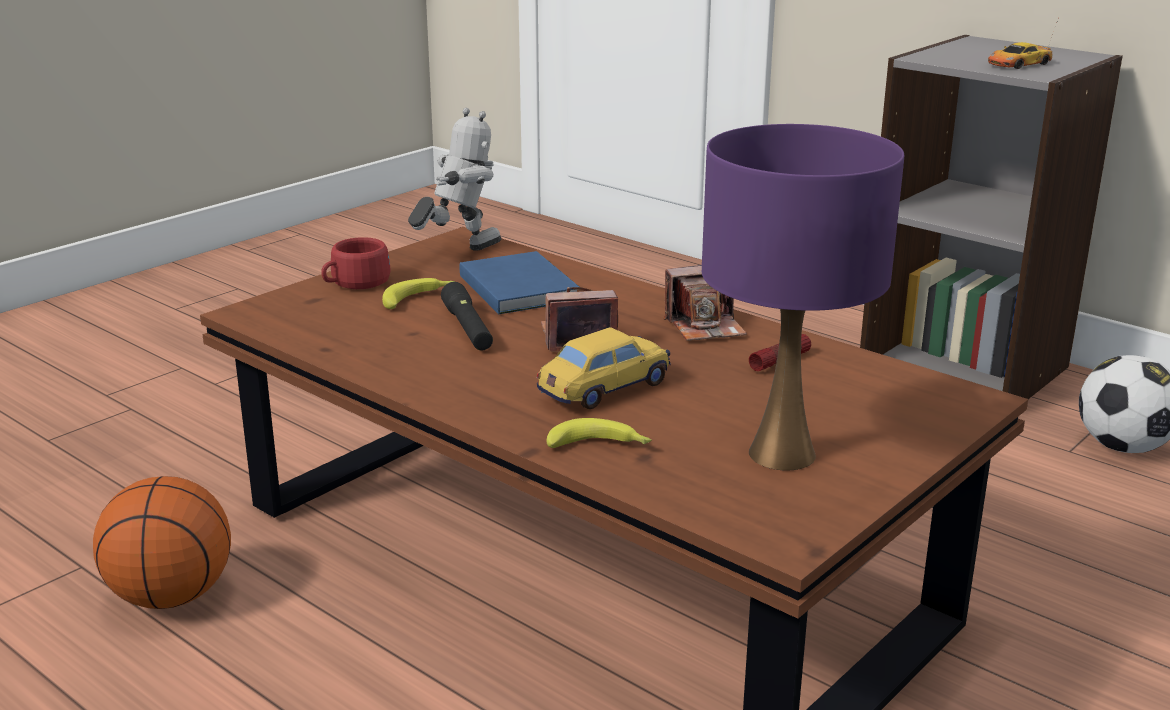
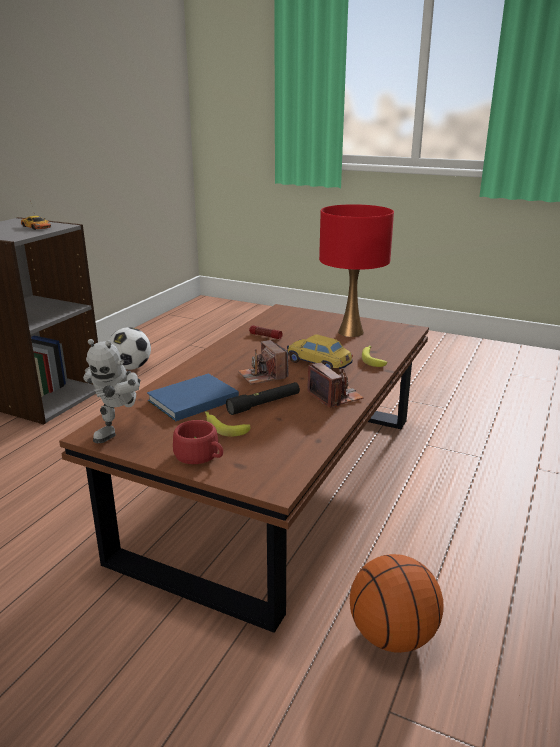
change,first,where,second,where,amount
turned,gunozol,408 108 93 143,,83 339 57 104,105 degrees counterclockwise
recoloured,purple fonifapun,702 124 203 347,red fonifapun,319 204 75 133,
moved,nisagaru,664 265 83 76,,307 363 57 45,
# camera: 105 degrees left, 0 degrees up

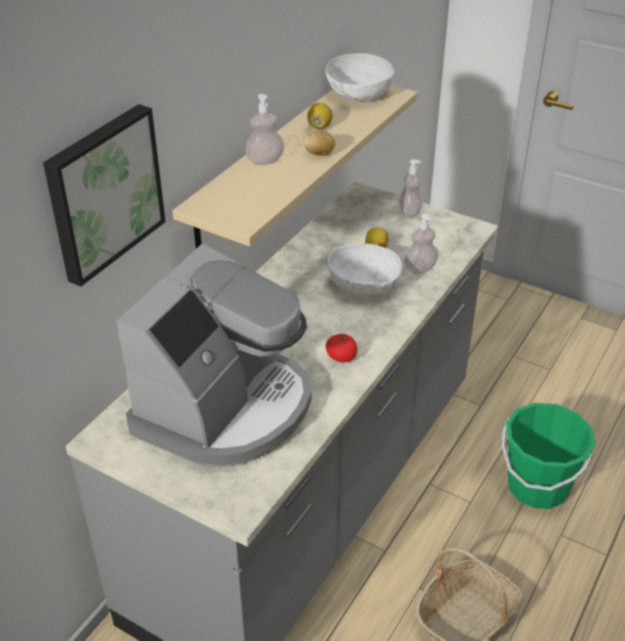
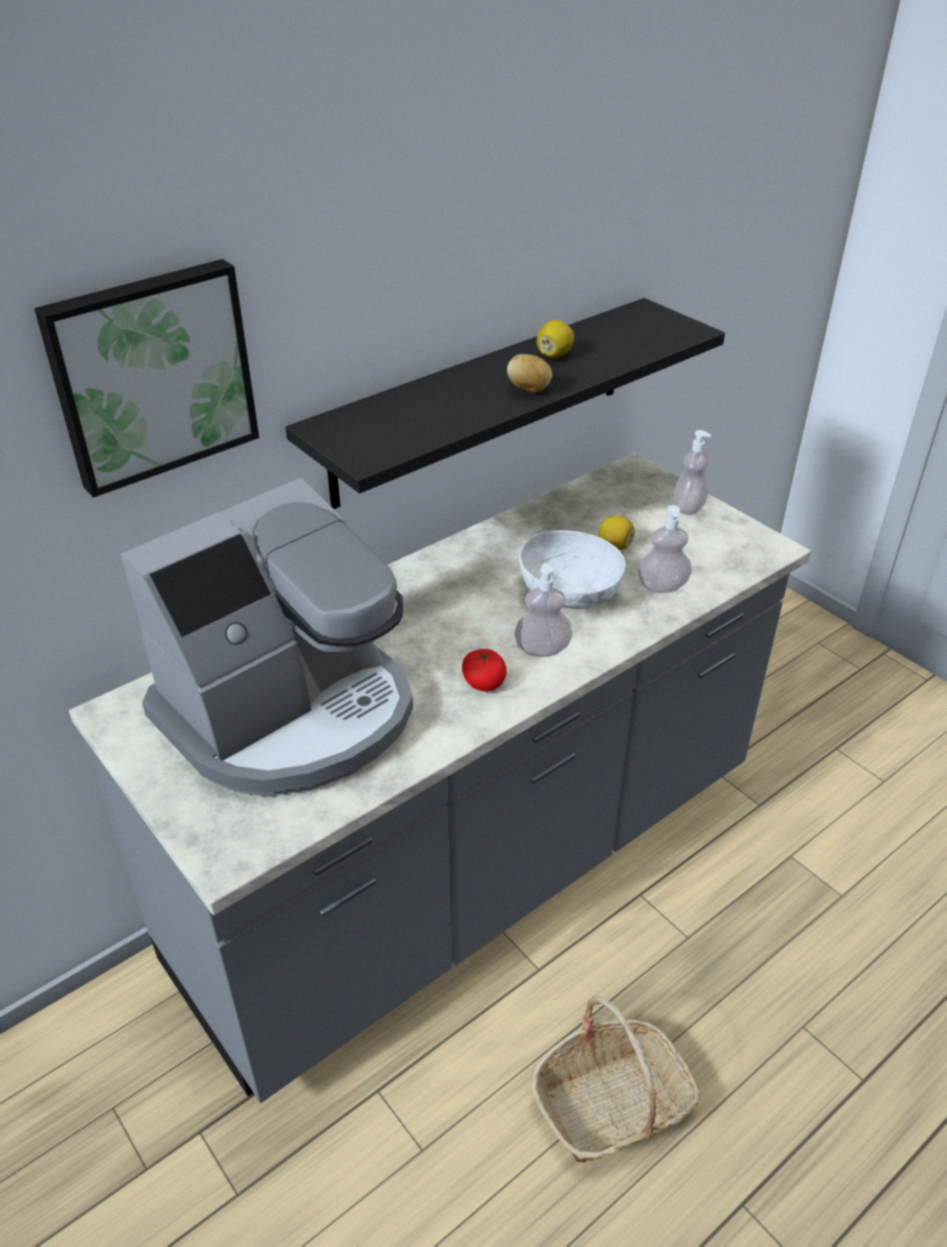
change,first,where,second,where,amount
removed,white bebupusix,326 54 68 48,,,
recoloured,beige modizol,172 85 246 164,black modizol,285 298 440 211,
moved,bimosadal,245 94 39 71,,515 563 57 94,
removed,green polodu,502 403 94 106,,,
# camera: 20 degrees right, 0 degrees up

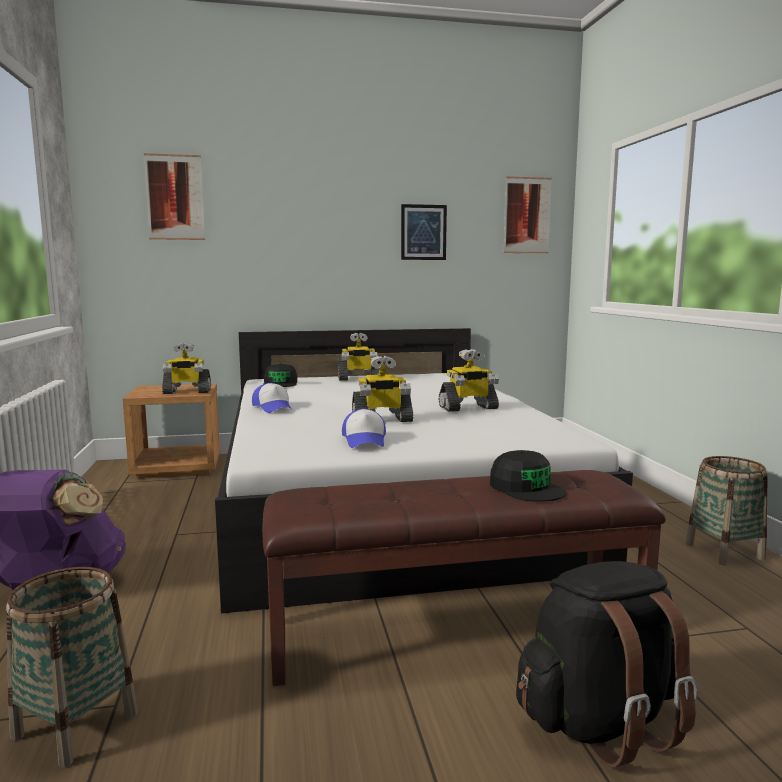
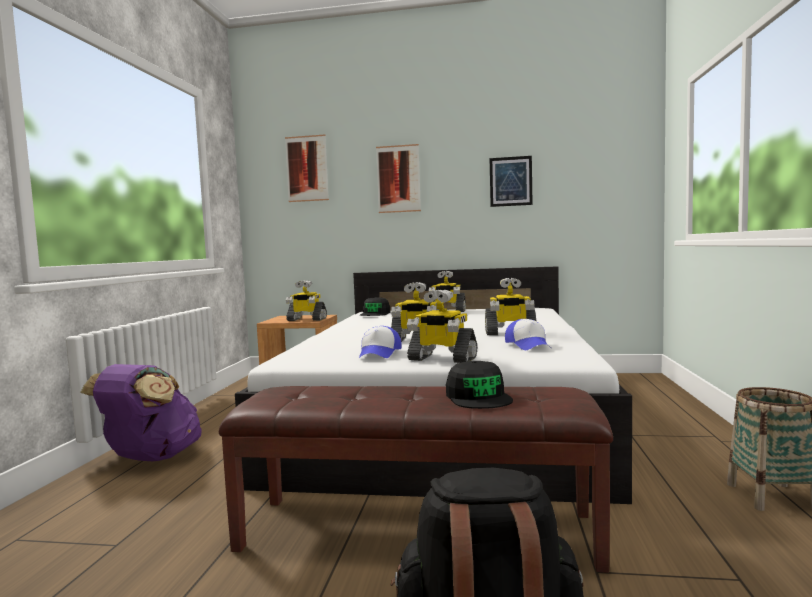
change,first,where,second,where,amount
moved,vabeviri,503 176 49 77,,376 144 45 69,
moved,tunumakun,252 383 40 30,,505 319 46 31,
removed,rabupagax,6 567 132 201,,,
added,,,gunozol,407 290 70 73,
# camera: 20 degrees right, 5 degrees down

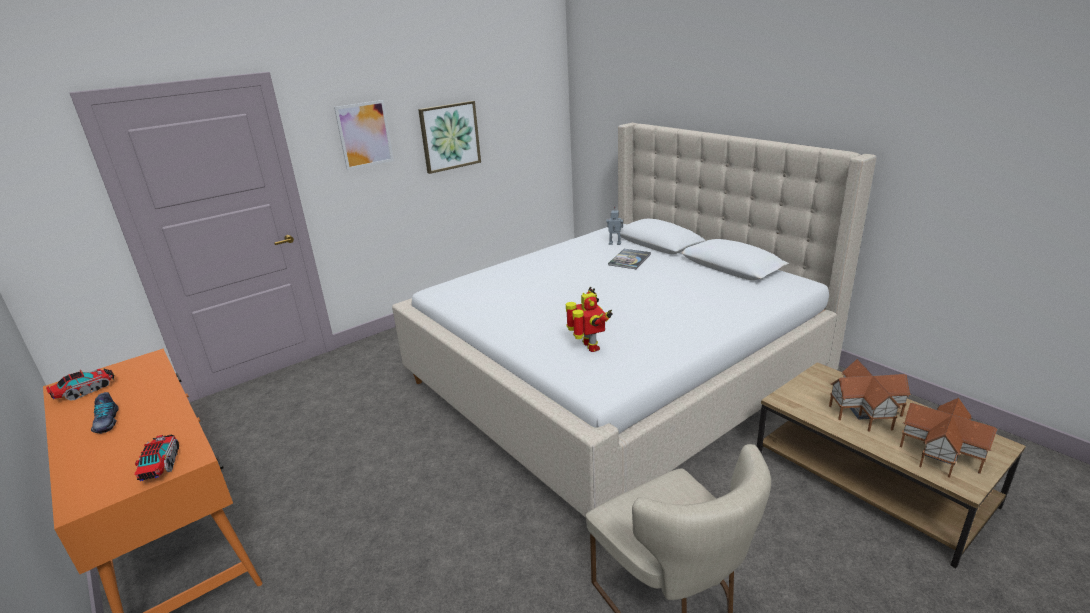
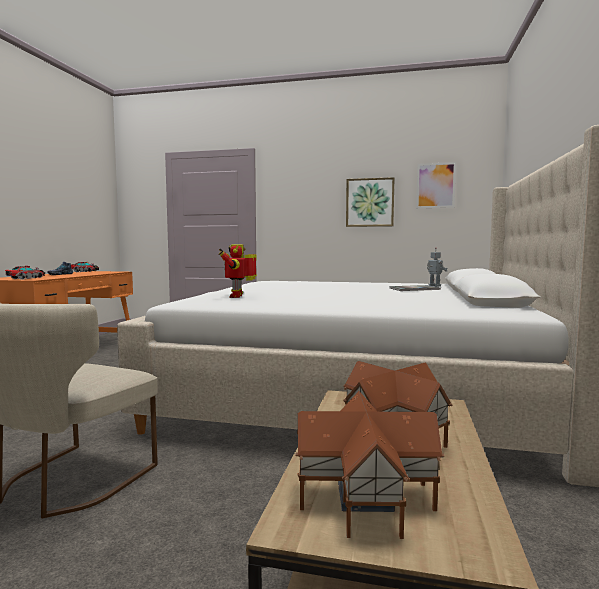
change,first,where,second,where,amount
moved,vabeviri,334 100 60 70,,416 162 40 46,
turned,gunozol,566 287 46 65,,218 245 39 53,150 degrees clockwise
# camera: 50 degrees right, 20 degrees down

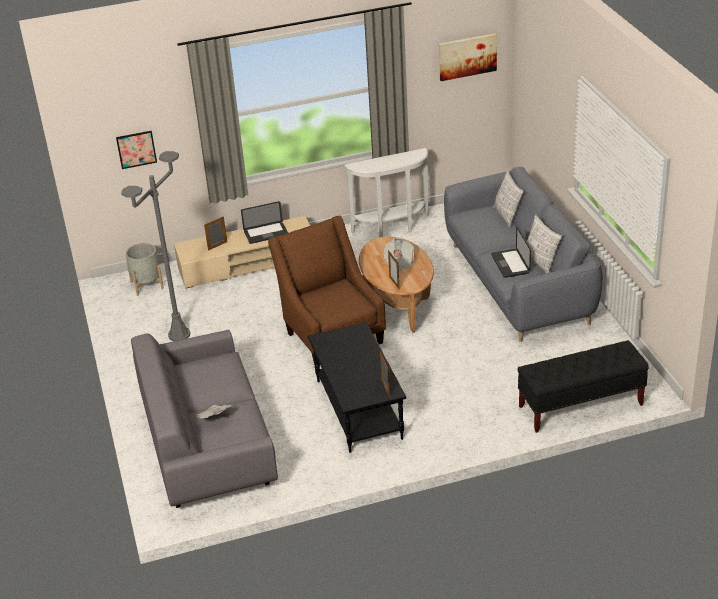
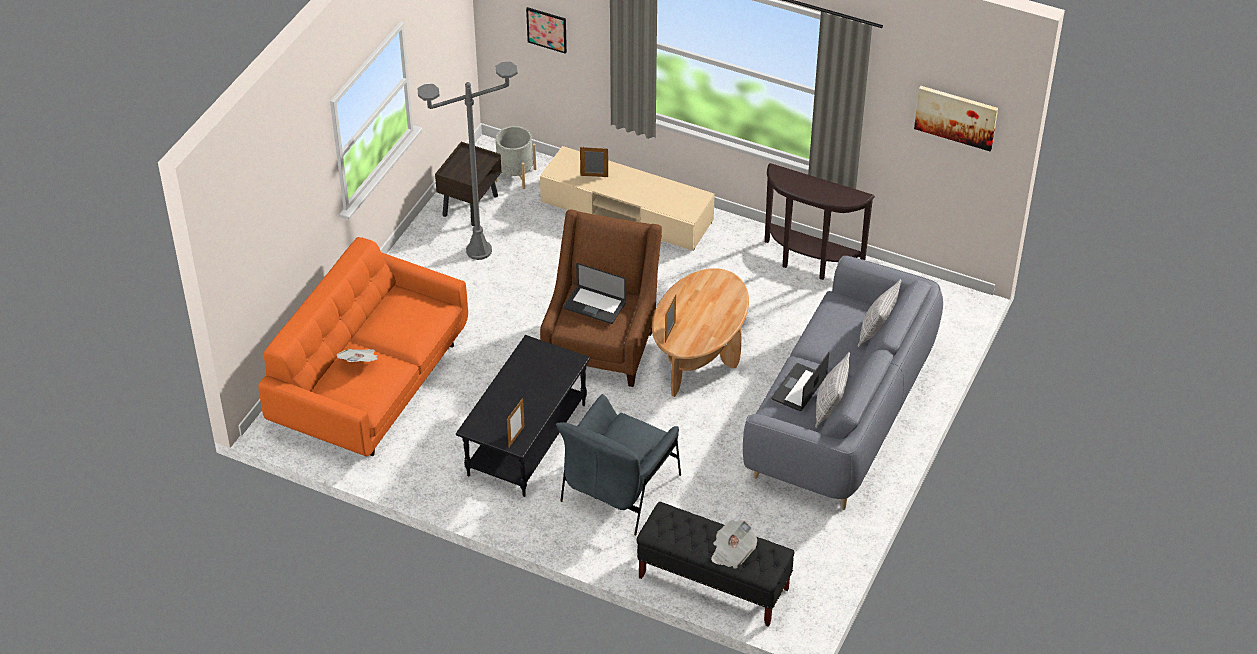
change,first,where,second,where,amount
recoloured,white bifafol,345 148 84 89,brown bifafol,765 163 110 117,
moved,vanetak,241 201 47 43,,564 263 62 61,
moved,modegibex,383 238 32 33,,711 520 46 48,
recoloured,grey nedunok,131 330 147 178,orange nedunok,258 237 210 220,
added,,,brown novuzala,435 142 66 84,
added,,,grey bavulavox,556 394 125 142,
# camera: 40 degrees right, 10 degrees up

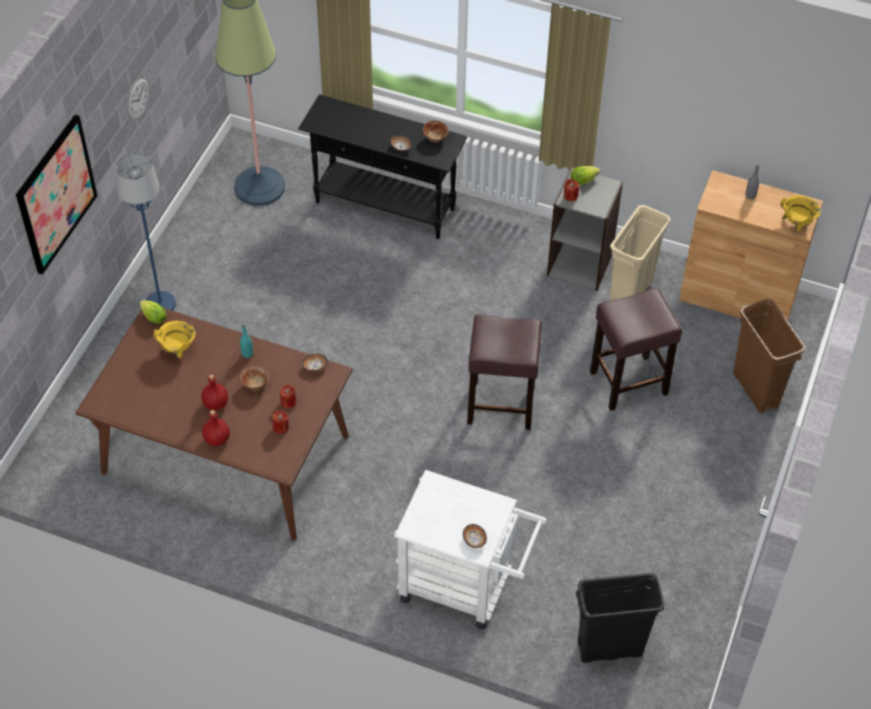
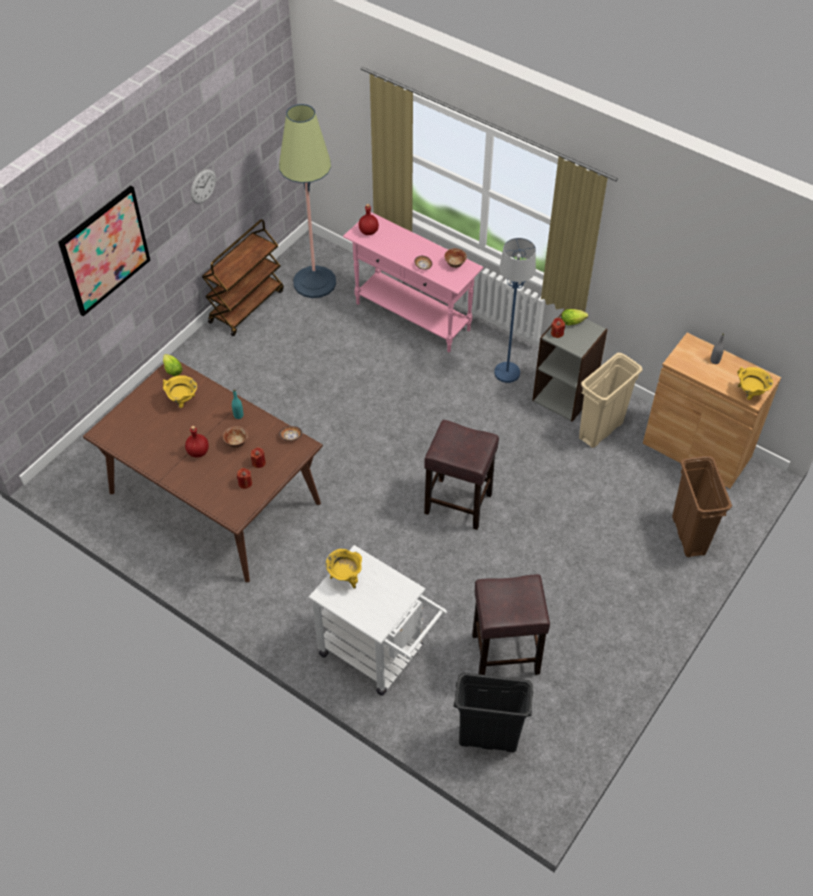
change,first,where,second,where,amount
recoloured,black bifafol,298 94 170 145,pink bifafol,343 212 140 140,
moved,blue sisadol,115 153 61 158,,494 238 42 145,
moved,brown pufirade,590 288 92 123,,472 574 78 101,
moved,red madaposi,202 410 28 36,,358 204 21 31,
removed,bebupusix,463 524 24 24,,,
added,,,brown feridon,202 219 82 117,
added,,,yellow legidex,326 549 36 40,
# camera: 15 degrees right, 0 degrees up

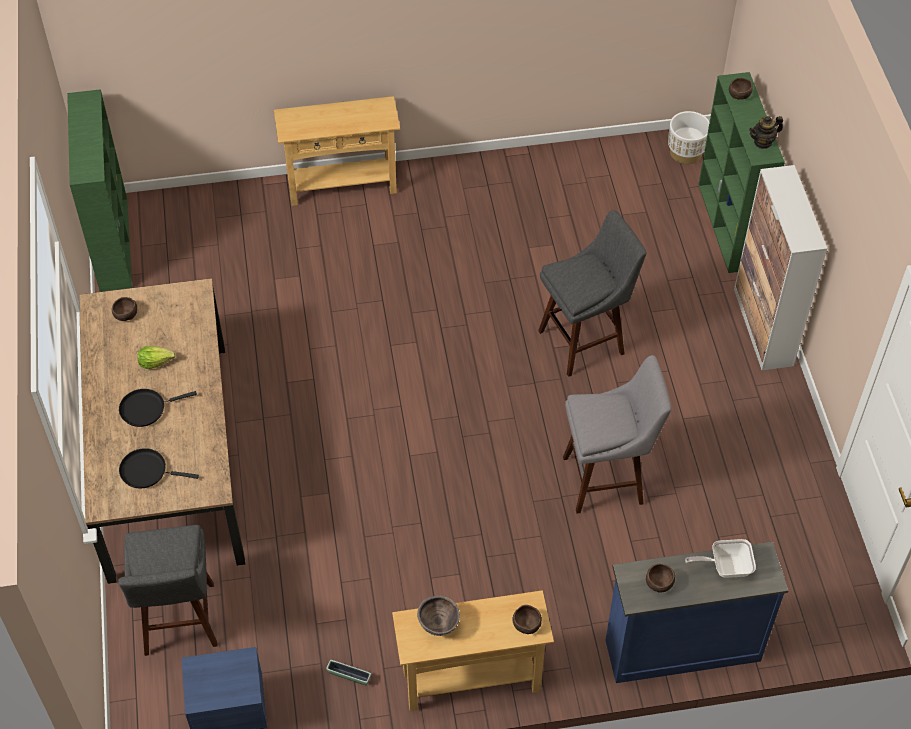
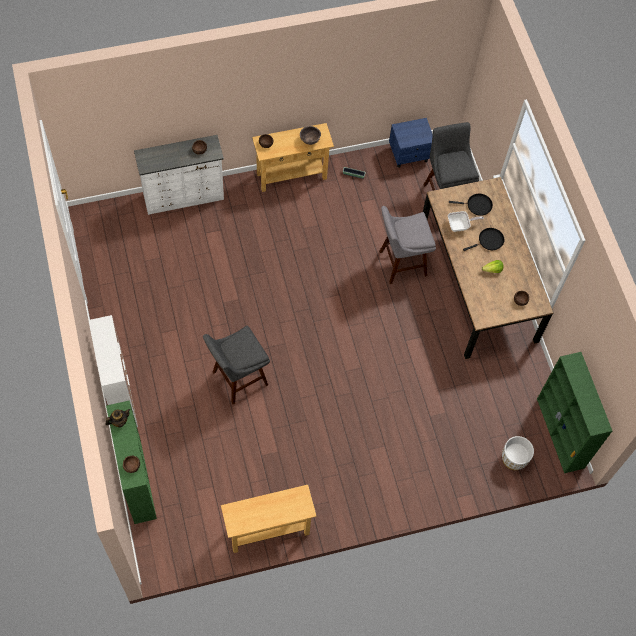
change,first,where,second,where,amount
moved,beige bifafol,274 96 126 110,,221 485 96 68,
moved,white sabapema,668 111 41 53,,502 436 32 34,
moved,grey pufirade,563 355 108 159,,379 206 57 78,
moved,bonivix,685 539 71 39,,448 211 36 21,
recoloured,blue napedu,605 542 184 141,white napedu,134 135 90 80,
# camera: 170 degrees right, 10 degrees up

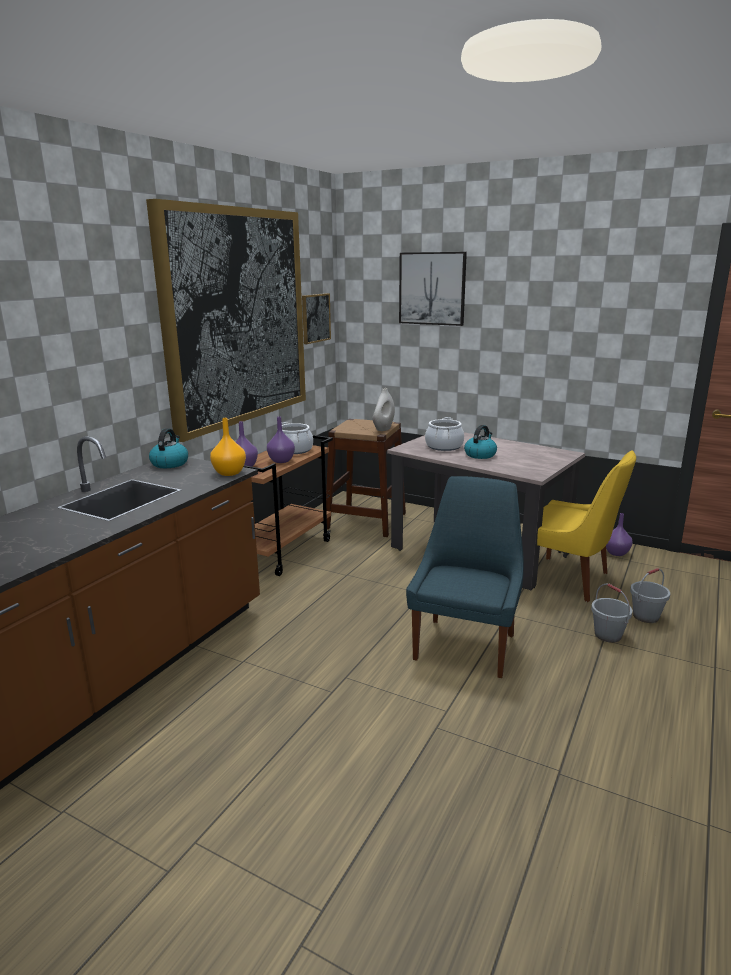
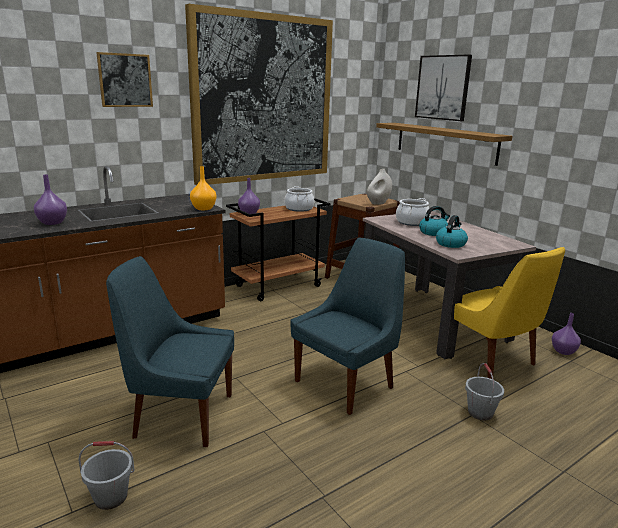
change,first,where,second,where,amount
moved,vabeviri,302 293 29 51,,96 52 57 55,
moved,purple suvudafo,267 416 28 47,,34 174 33 51,
moved,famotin,149 428 39 40,,436 215 32 33,
moved,grey polodu,630 568 40 55,,79 441 56 69,
added,,,modizol,376 123 137 43,
added,,,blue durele,106 256 128 191,
# camera: 25 degrees right, 0 degrees up

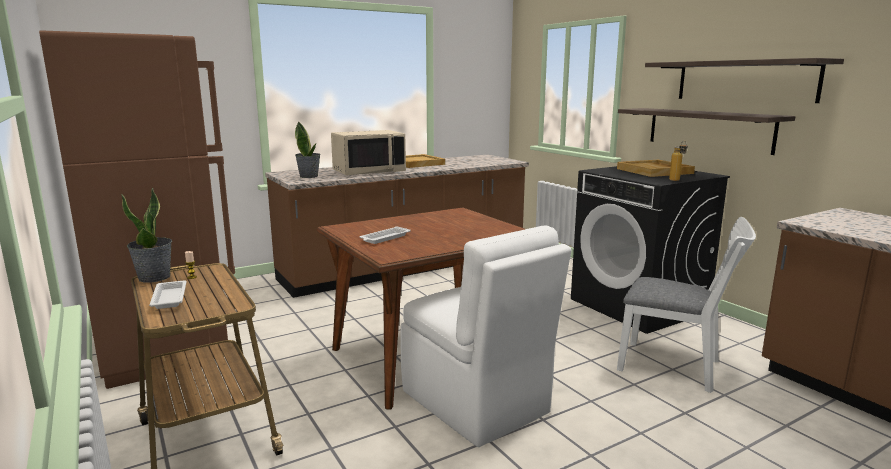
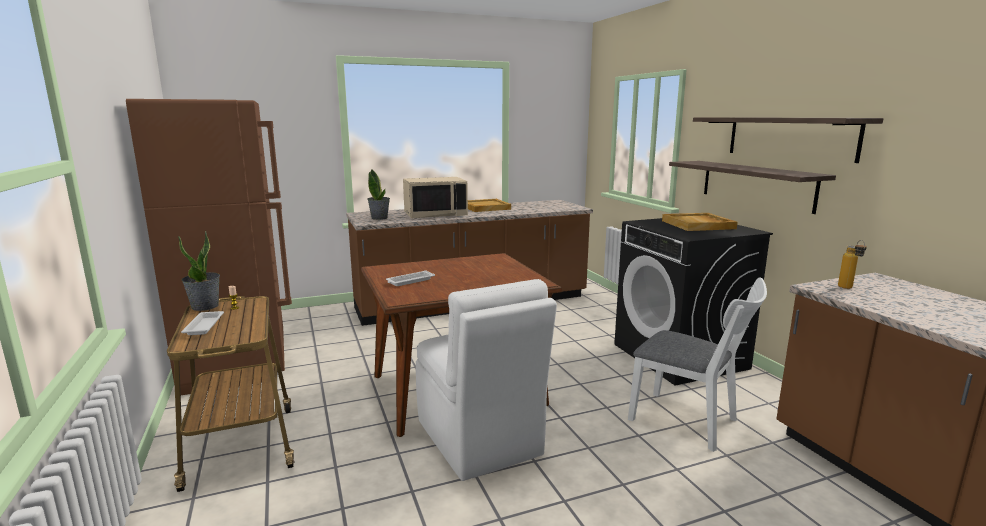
change,first,where,second,where,amount
moved,madaposi,669 141 19 40,,838 240 29 49,
# camera: 10 degrees right, 0 degrees up

